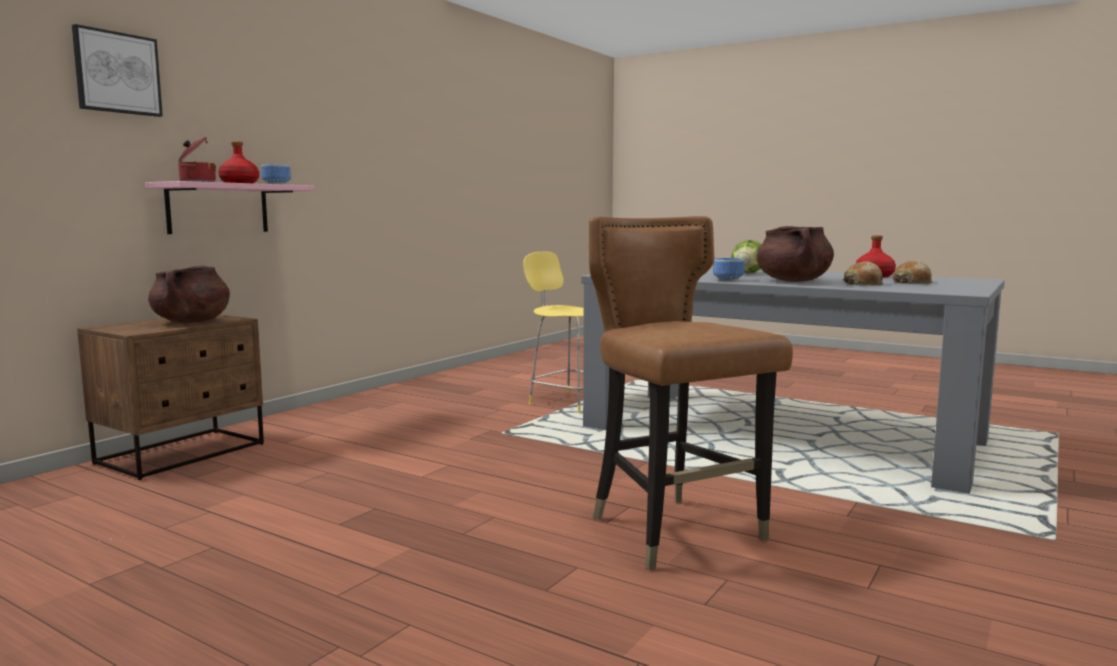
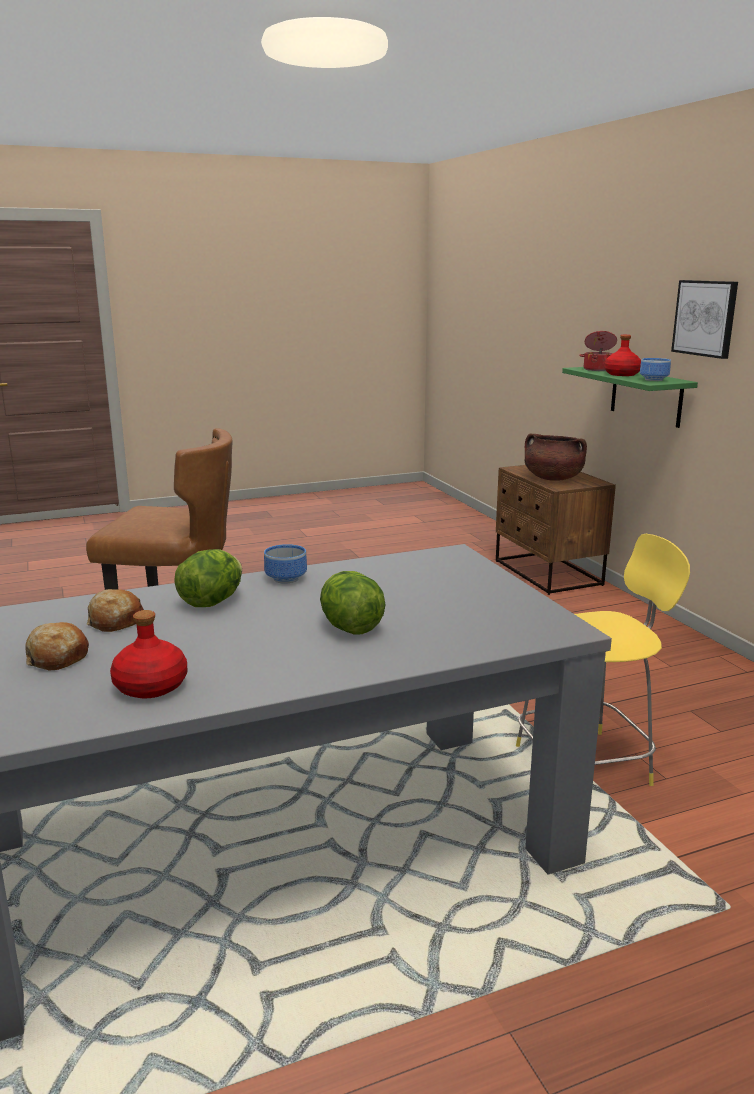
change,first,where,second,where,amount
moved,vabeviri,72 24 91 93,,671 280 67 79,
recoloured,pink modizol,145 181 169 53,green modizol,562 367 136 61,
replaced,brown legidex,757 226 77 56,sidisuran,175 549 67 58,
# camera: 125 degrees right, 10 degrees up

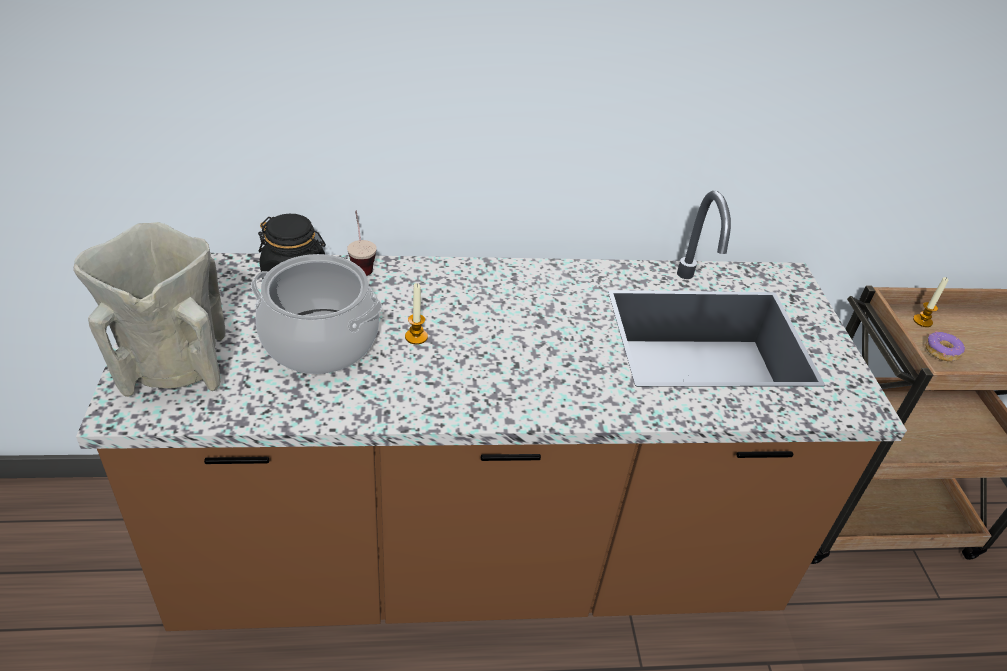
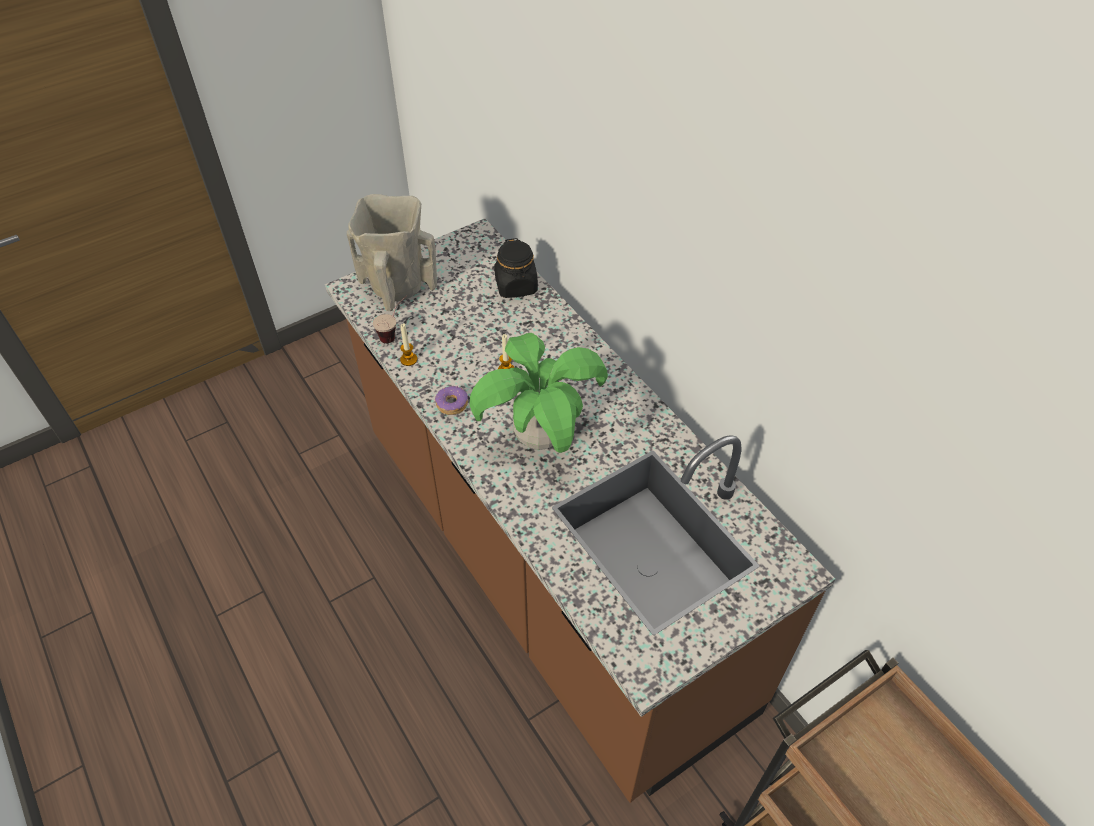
change,first,where,second,where,amount
moved,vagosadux,347 211 30 65,,373 296 34 47,
removed,legidex,251 254 131 120,,,
moved,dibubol,913 277 35 50,,400 323 17 43,
moved,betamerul,925 331 40 31,,435 385 33 30,
added,,,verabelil,469 333 139 120,
# camera: 65 degrees right, 10 degrees up

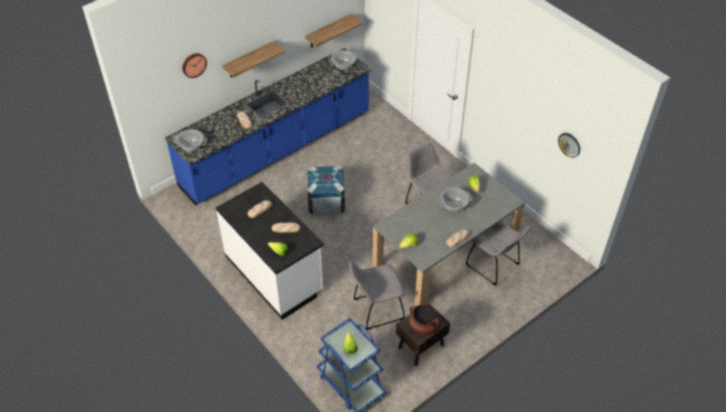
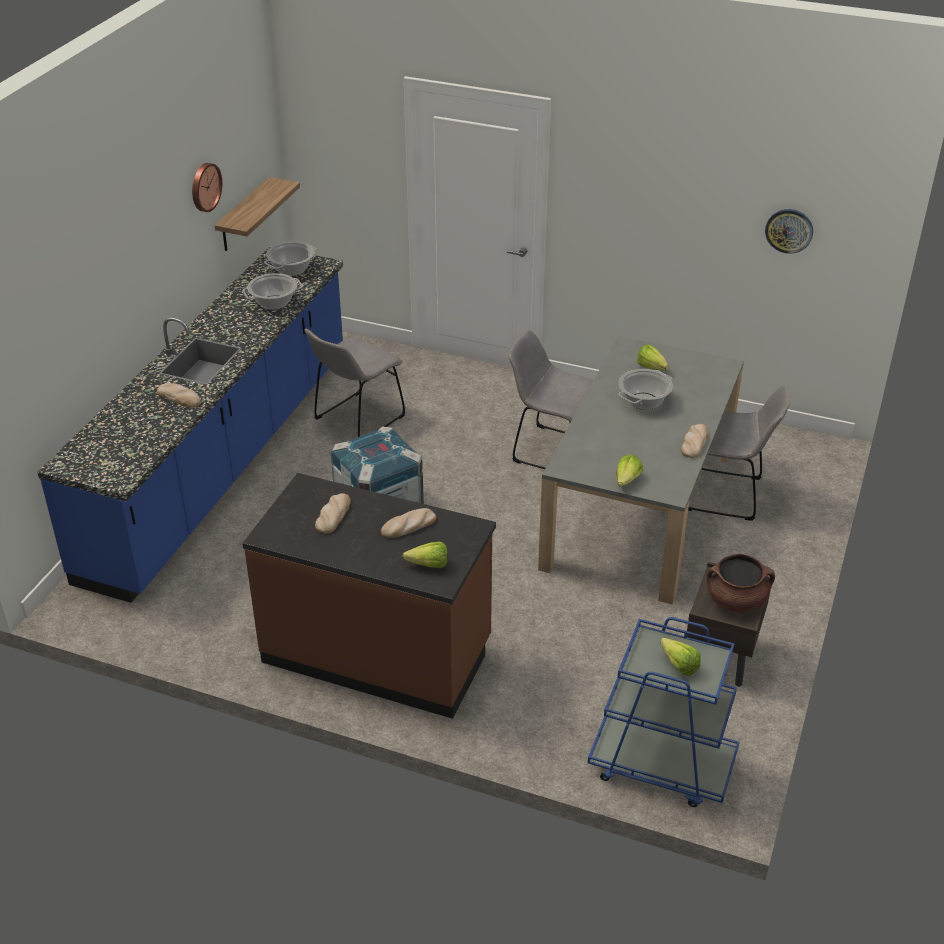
change,first,where,second,where,amount
removed,modizol,222 41 63 37,,,
moved,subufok,182 53 25 25,,192 163 30 49,
moved,legidex,174 129 33 23,,243 273 60 37,
recoloured,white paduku,216 182 108 138,brown paduku,242 473 254 246,
moved,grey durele,349 261 56 69,,304 329 101 108,
# camera: 30 degrees left, 10 degrees down

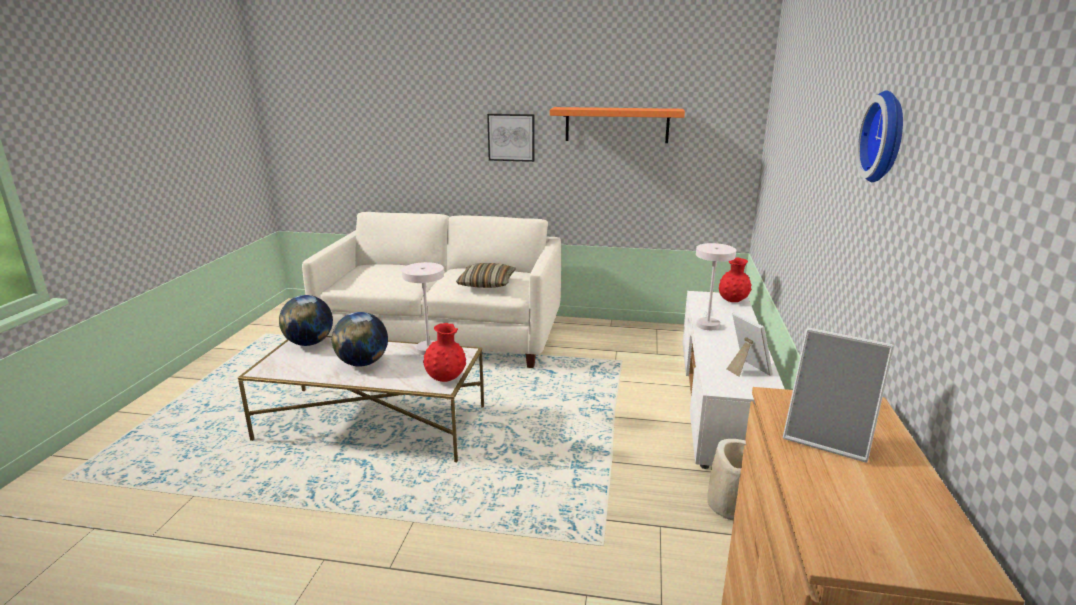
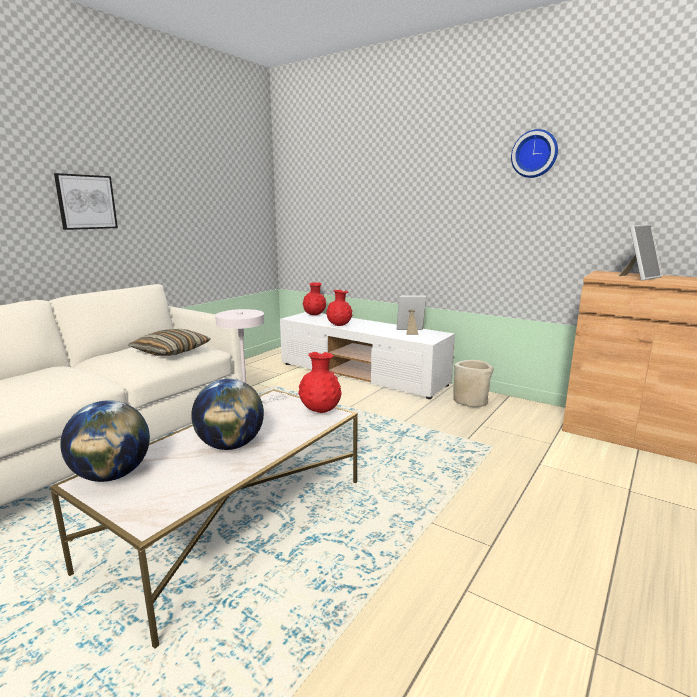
change,first,where,second,where,amount
removed,orange modizol,550 107 135 36,,,
replaced,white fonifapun,696 243 40 87,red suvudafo,326 290 27 36,
# camera: 65 degrees left, 5 degrees down

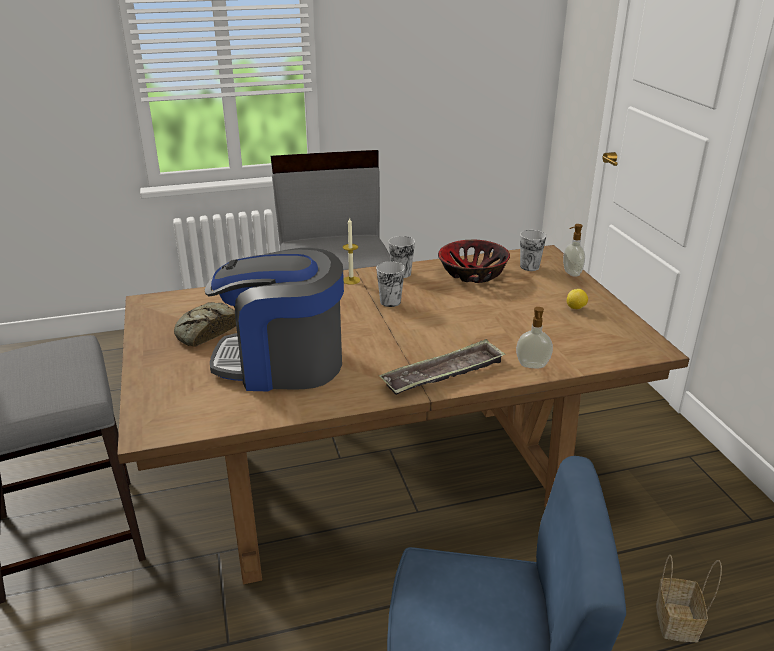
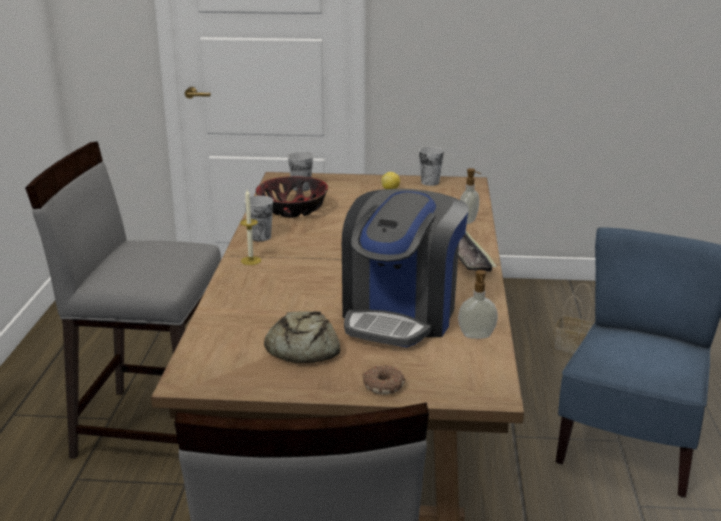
change,first,where,second,where,amount
moved,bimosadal,563 224 22 53,,458 270 40 69,
moved,vagosadux,376 261 29 46,,419 147 25 39,
added,,,betamerul,362 365 43 30,
# camera: 70 degrees left, 5 degrees down

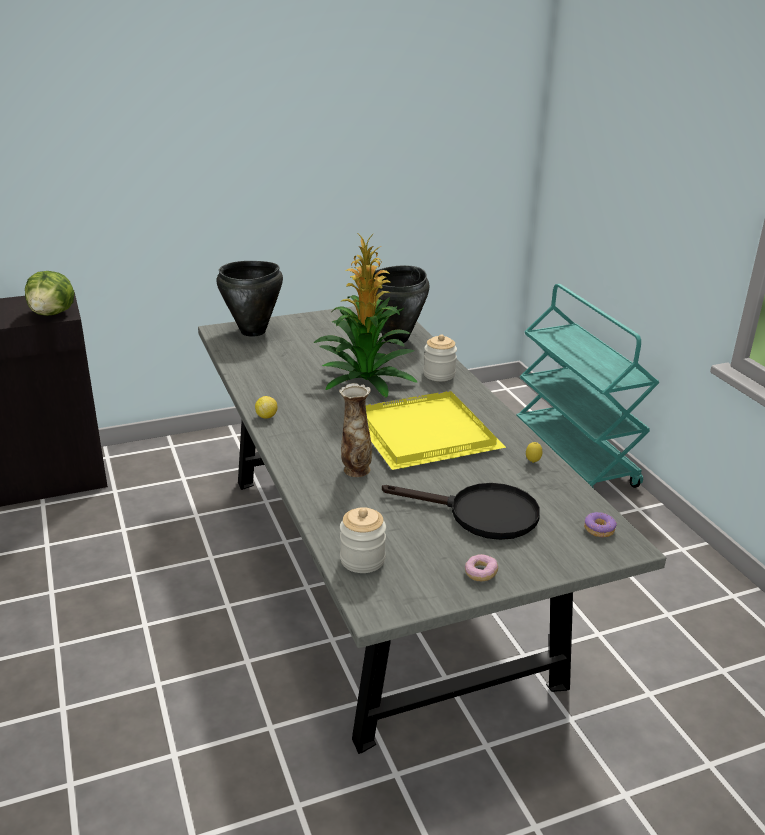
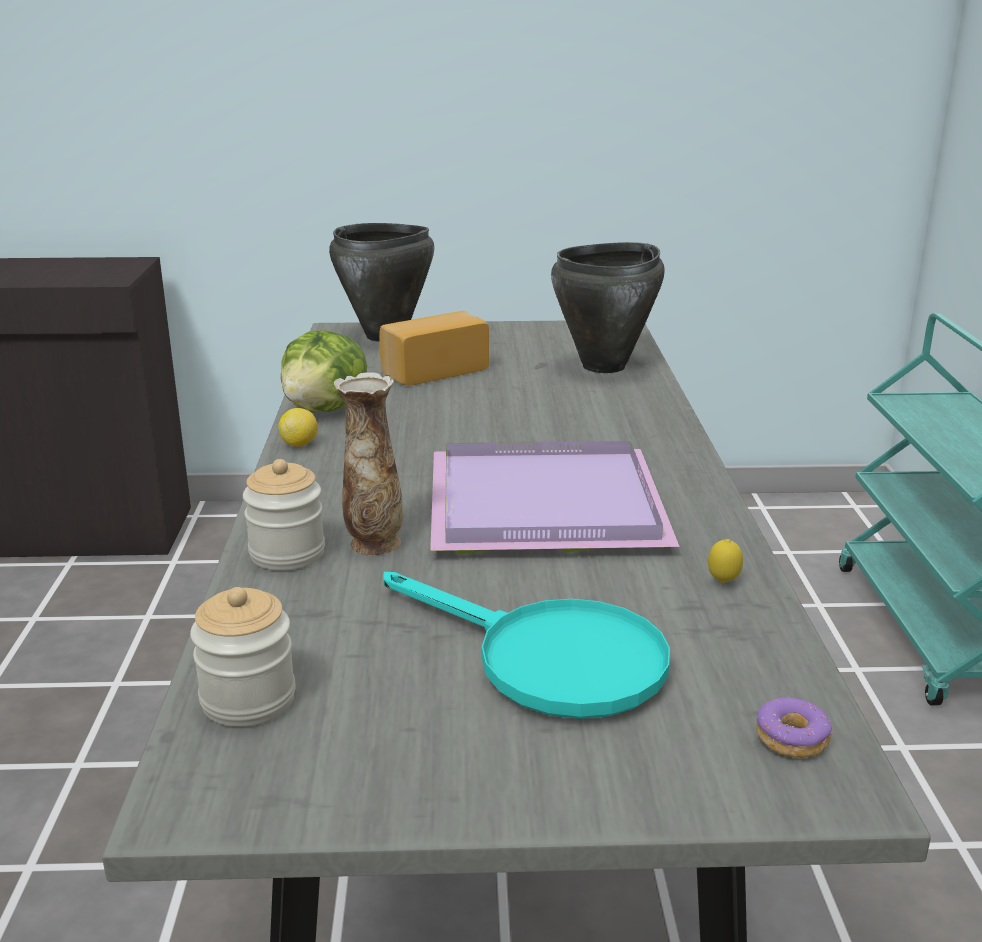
change,first,where,second,where,amount
removed,verabelil,314 233 104 165,,,
moved,sidisuran,25 271 49 45,,281 331 86 81,
moved,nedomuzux,423 334 34 47,,243 459 82 111,
recoloured,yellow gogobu,366 391 140 79,purple gogobu,430 441 250 113,
recoloured,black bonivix,382 483 158 57,turquoise bonivix,383 572 287 147,
removed,betamerul,465 554 33 27,,,
added,,,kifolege,379 311 110 74,
# camera: 20 degrees right, 5 degrees down

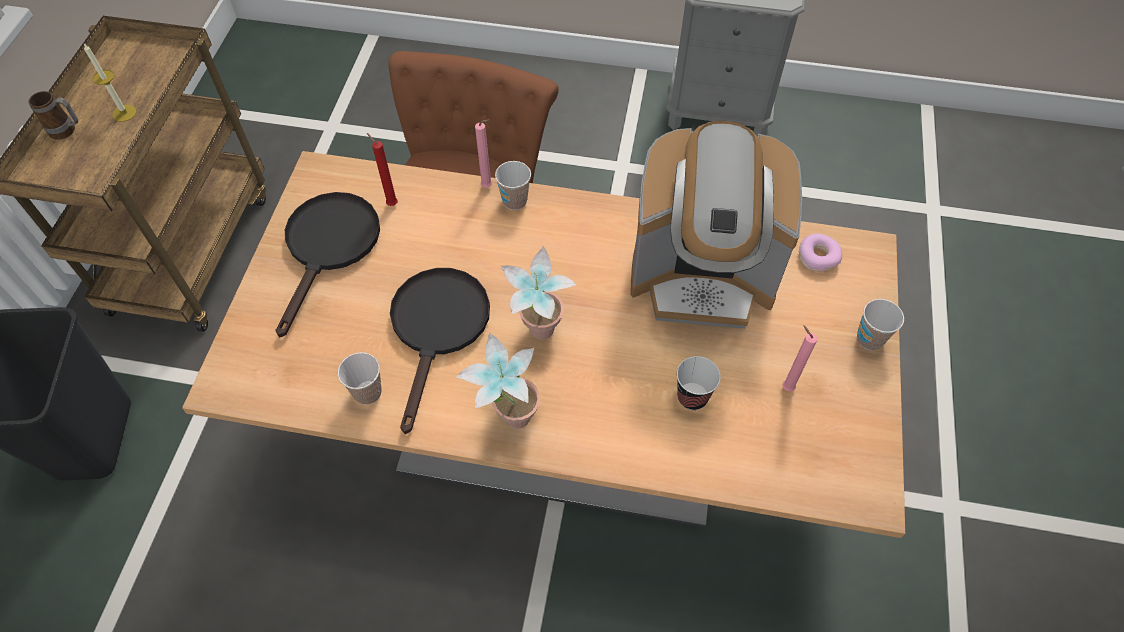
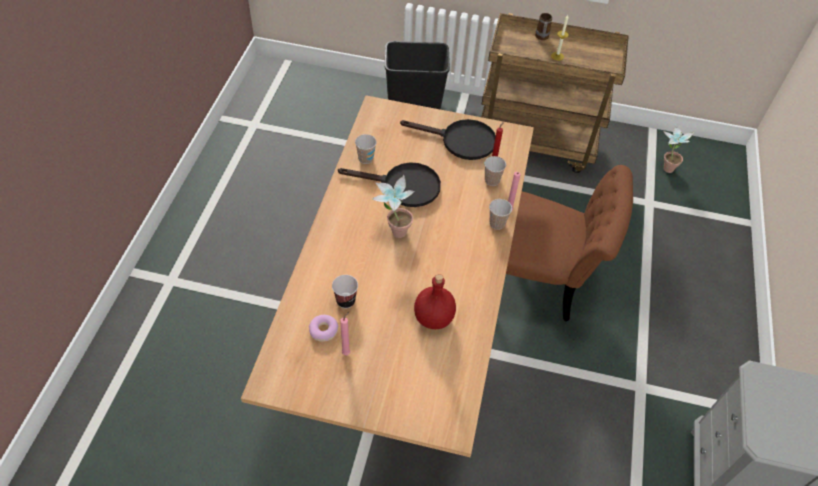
change,first,where,second,where,amount
replaced,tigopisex,631 121 171 208,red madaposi,414 274 42 55,
moved,betamerul,799 234 43 37,,309 315 29 27,
moved,vagosadux,857 299 47 51,,484 156 22 30,
moved,verabelil,456 333 84 96,,663 126 31 47,
# camera: 90 degrees right, 5 degrees down

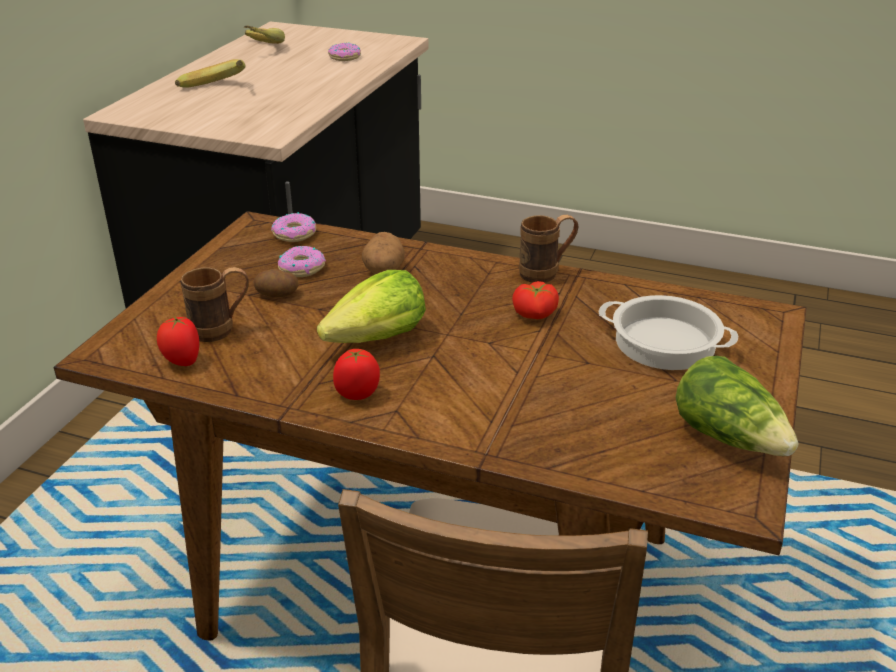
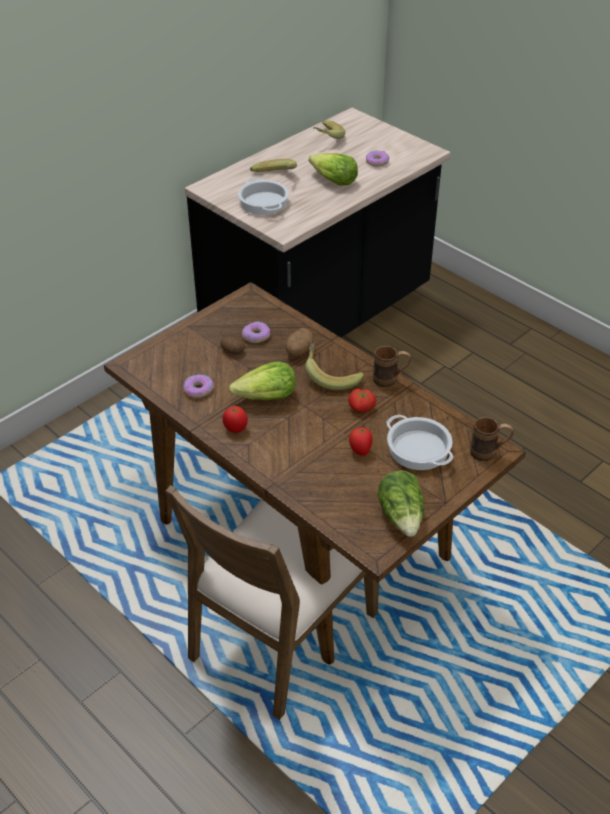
change,first,where,second,where,amount
moved,betamerul,271 212 45 30,,184 374 30 24,
moved,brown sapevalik,181 267 68 75,,470 417 44 44,
moved,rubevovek,157 316 42 50,,349 427 24 29,
added,,,sidisuran,309 153 49 33,
added,,,legidex,238 177 51 38,
added,,,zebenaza,305 341 59 49,
# camera: 25 degrees right, 10 degrees up

